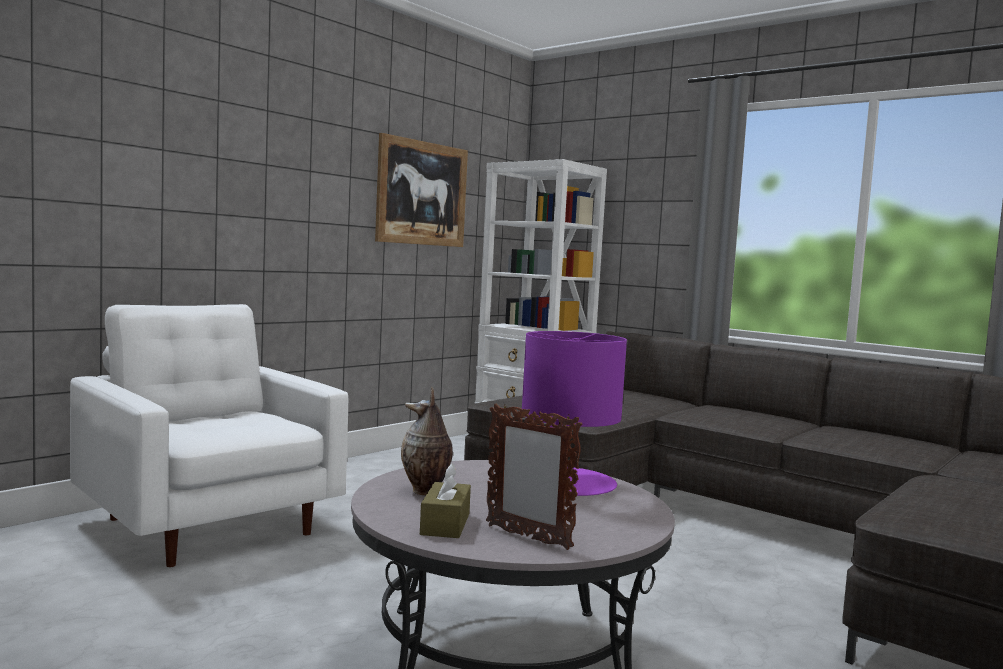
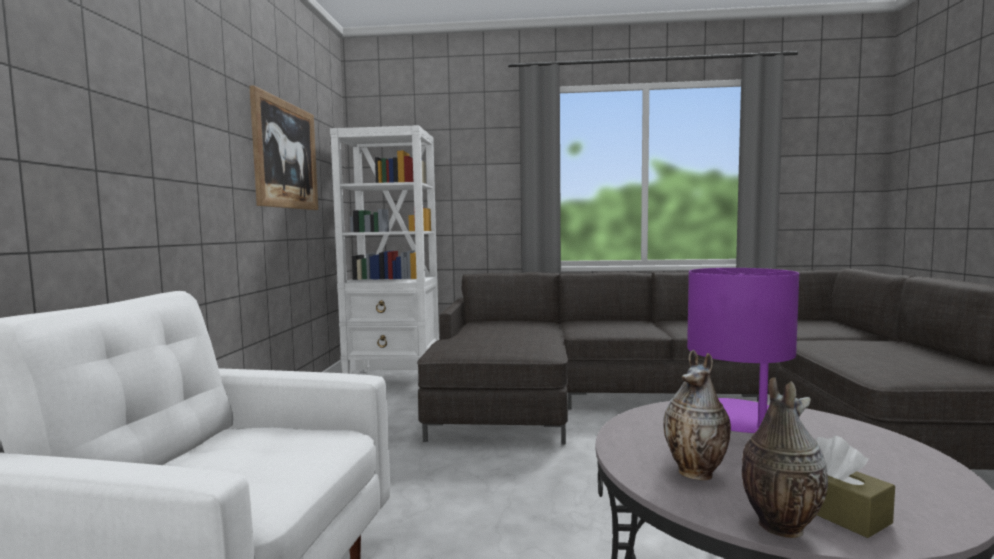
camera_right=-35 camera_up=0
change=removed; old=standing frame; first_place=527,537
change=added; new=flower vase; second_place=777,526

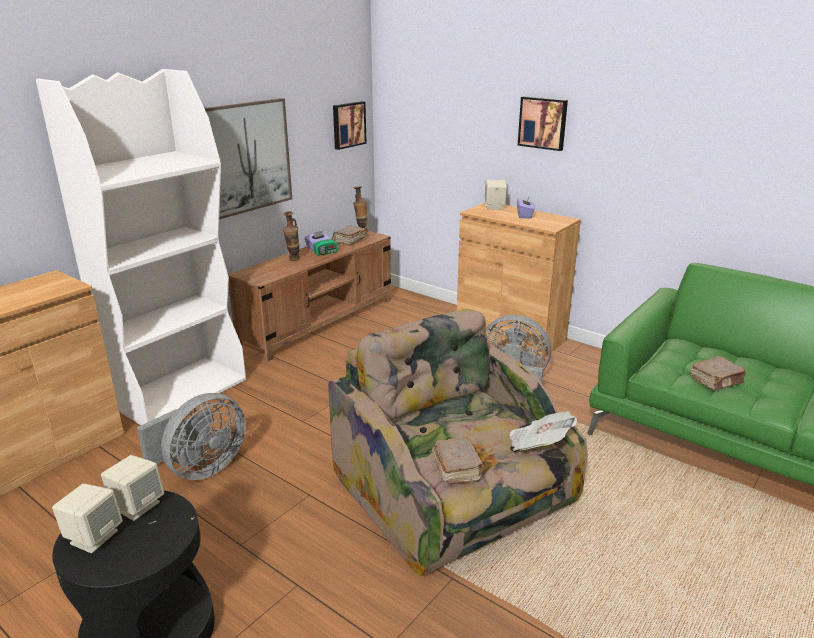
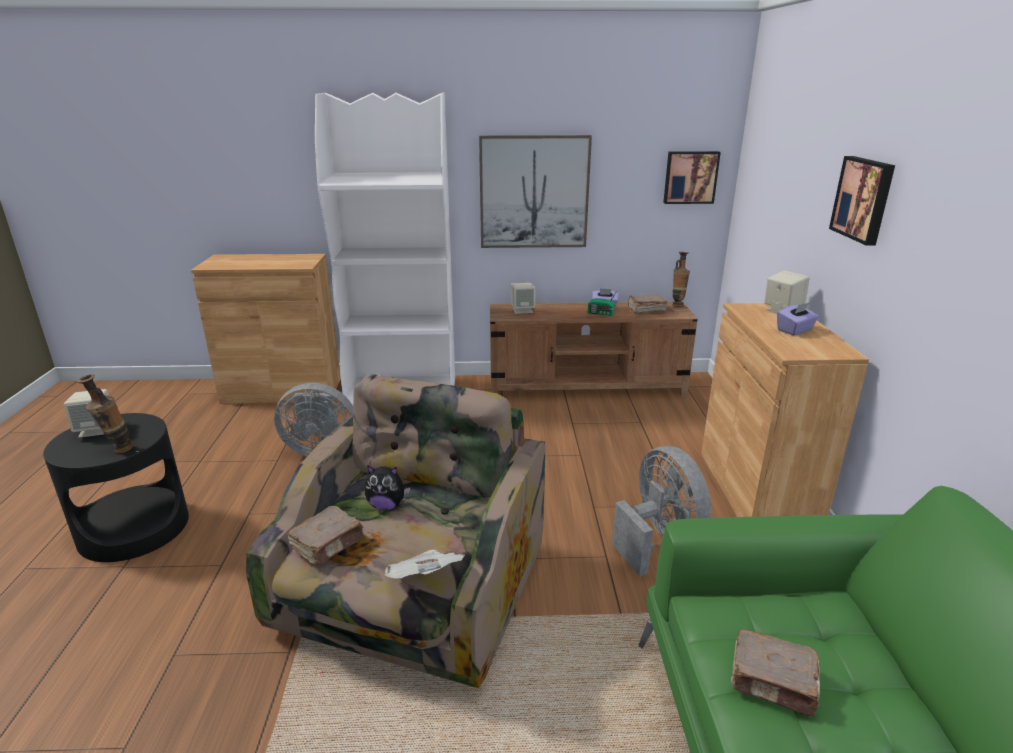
camera_right=50 camera_up=0
change=moved; old=flower vase; first_place=293,260; second_place=117,451
change=moved; old=sand-coloured audio speaker; first_place=137,506; second_place=522,310
change=added; new=cuddly toy; second_place=387,505

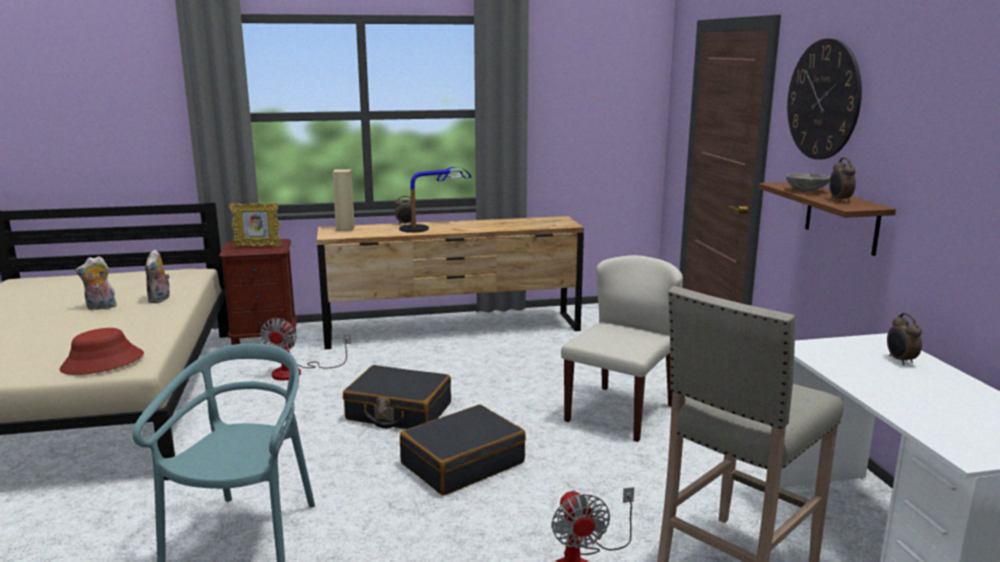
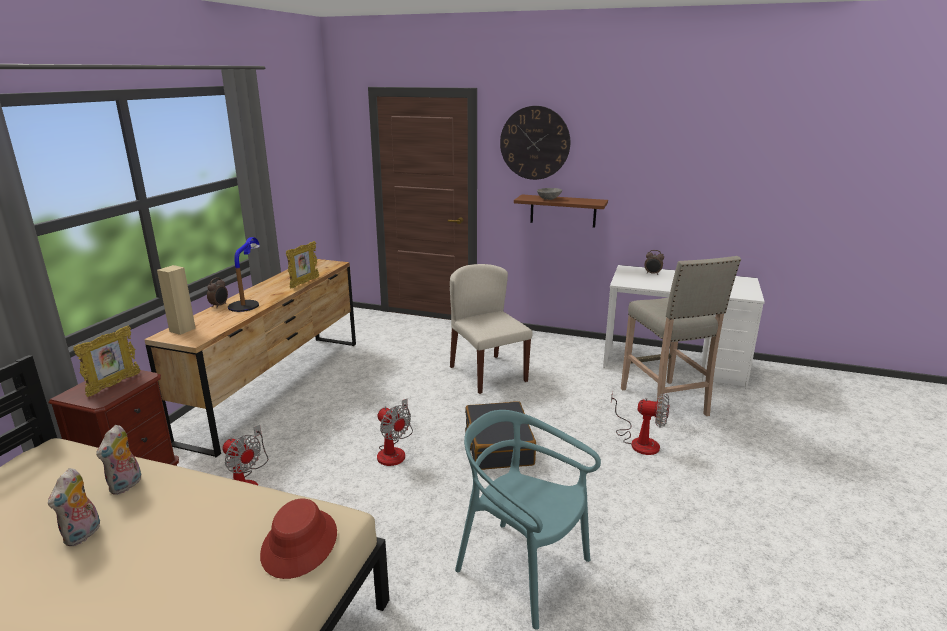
camera_right=-60 camera_up=5
change=removed; old=table clock; first_place=839,200
change=turned; old=cuddly toy; first_place=160,299; second_place=126,486; degrees=75
change=replaced; old=black-coloured suitcase; new=cooling fan; first_place=398,412; second_place=394,451
change=added; new=standing frame; second_place=304,283

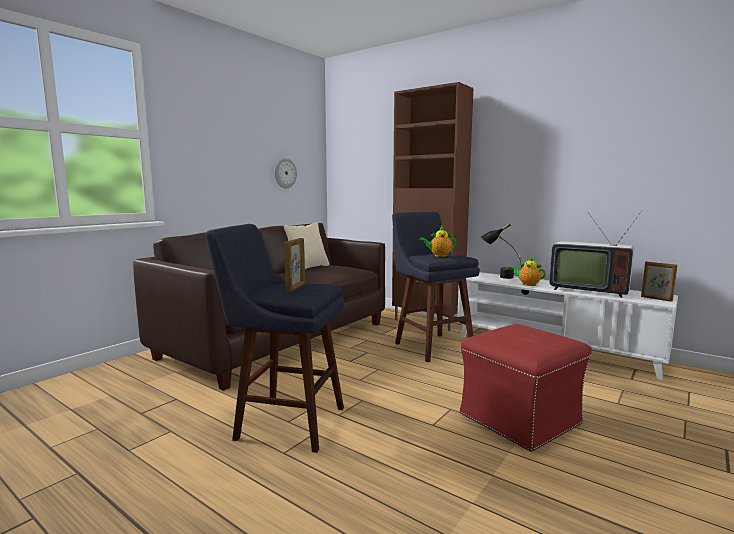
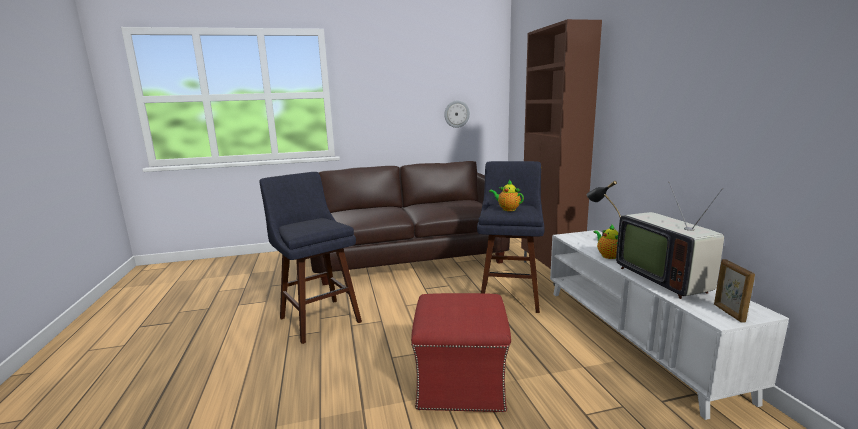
camera_right=40 camera_up=5
change=removed; old=sand-coloured throw pillow; first_place=308,268
change=removed; old=standing frame; first_place=296,288

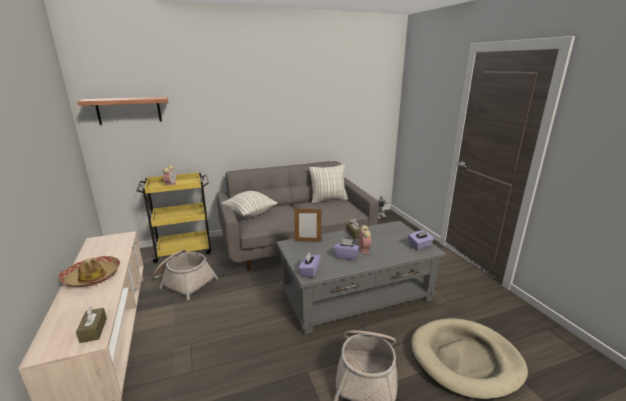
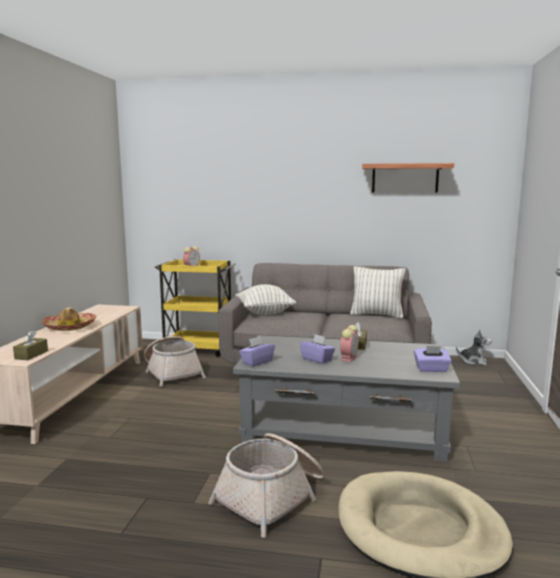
camera_right=30 camera_up=-10
change=moved; old=bracket shelf; first_place=129,110; second_place=405,178
change=removed; old=standing frame; first_place=308,241

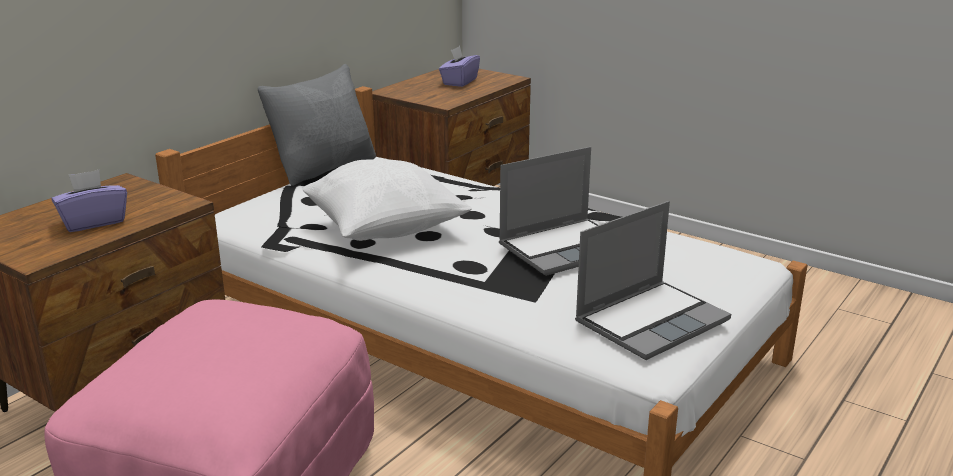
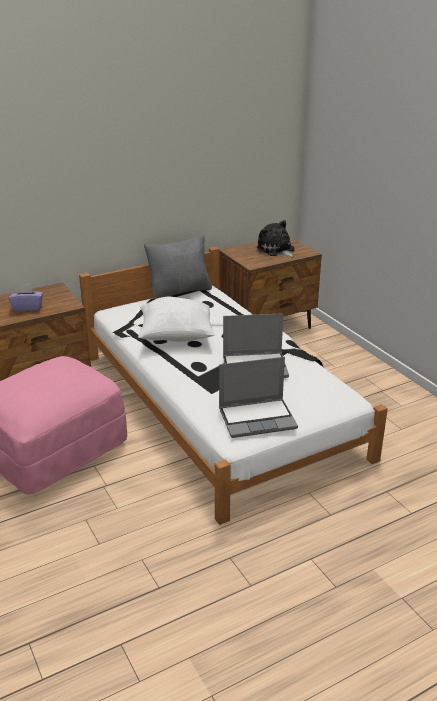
camera_right=25 camera_up=5
change=replaced; old=purplish tissue holder; new=cuddly toy; first_place=459,82; second_place=276,250

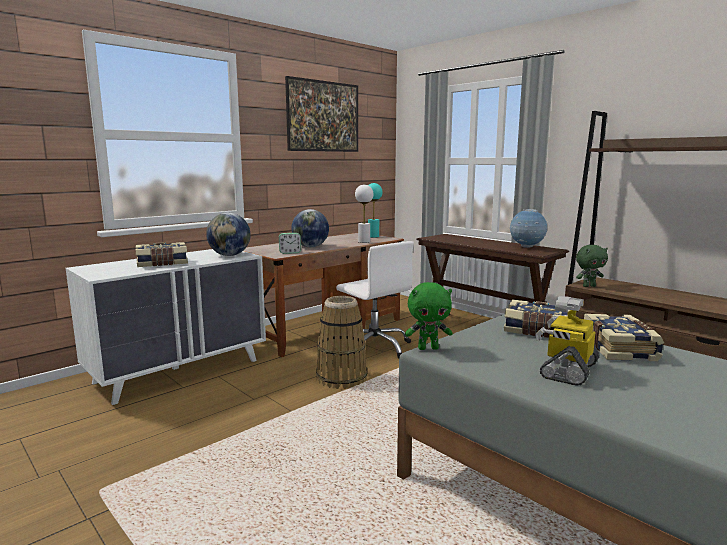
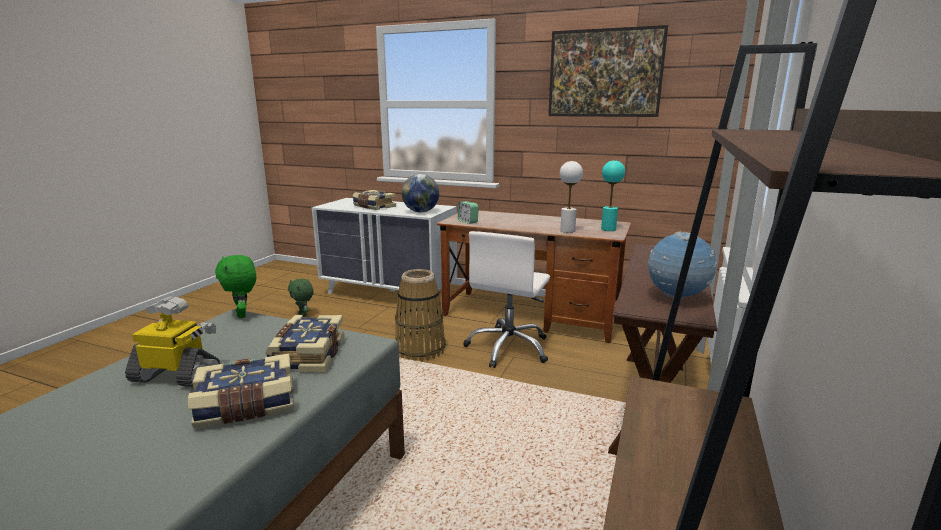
camera_right=65 camera_up=5
change=removed; old=globe; first_place=310,247
change=moved; old=green cuddly toy; first_place=589,286; second_place=303,315

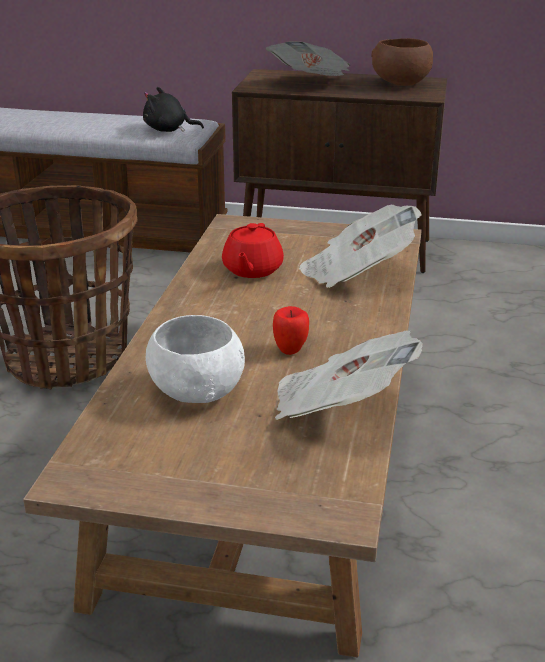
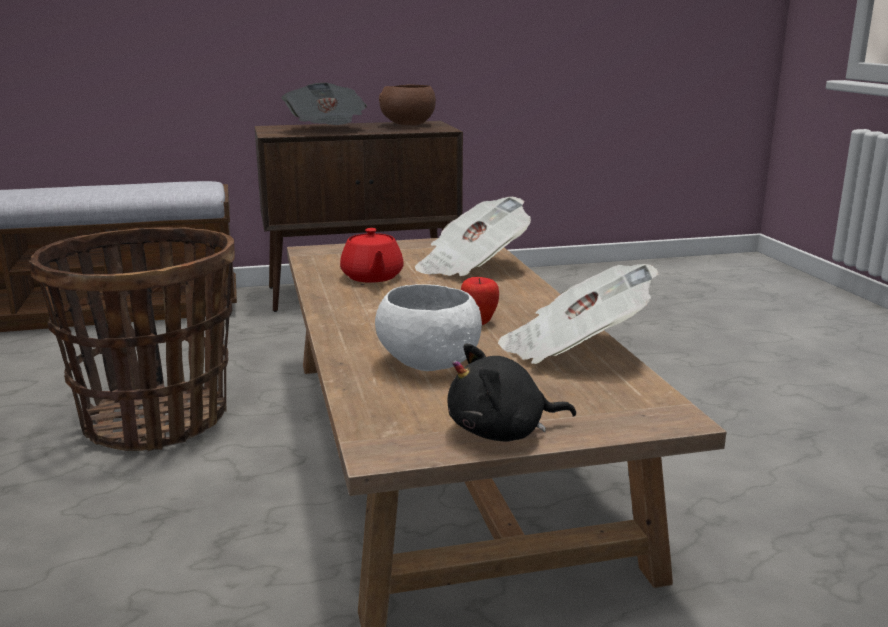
camera_right=-25 camera_up=-10
change=moved; old=black-coloured cuddly toy; first_place=168,130; second_place=502,432

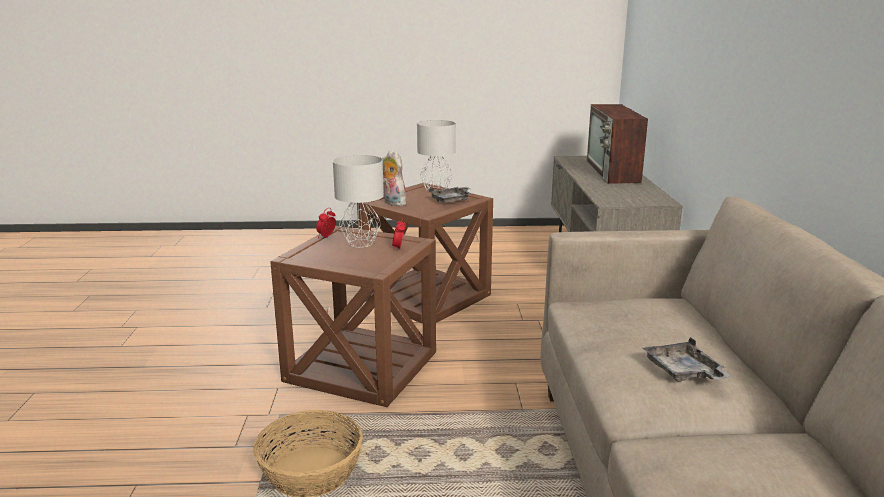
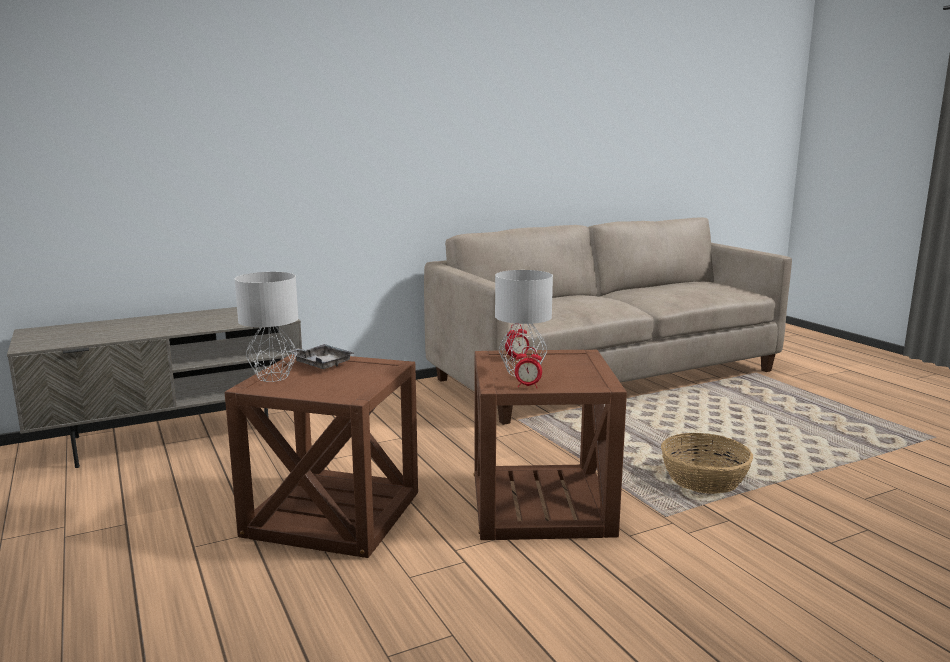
camera_right=-115 camera_up=-5
change=removed; old=TV; first_place=613,172
change=removed; old=cuddly toy; first_place=392,203
change=removed; old=gray serving tray; first_place=683,372

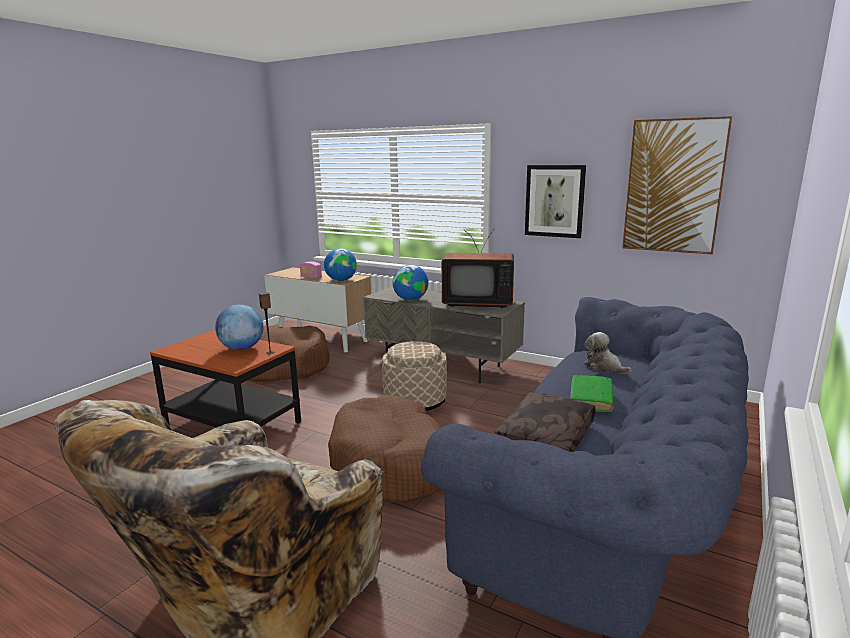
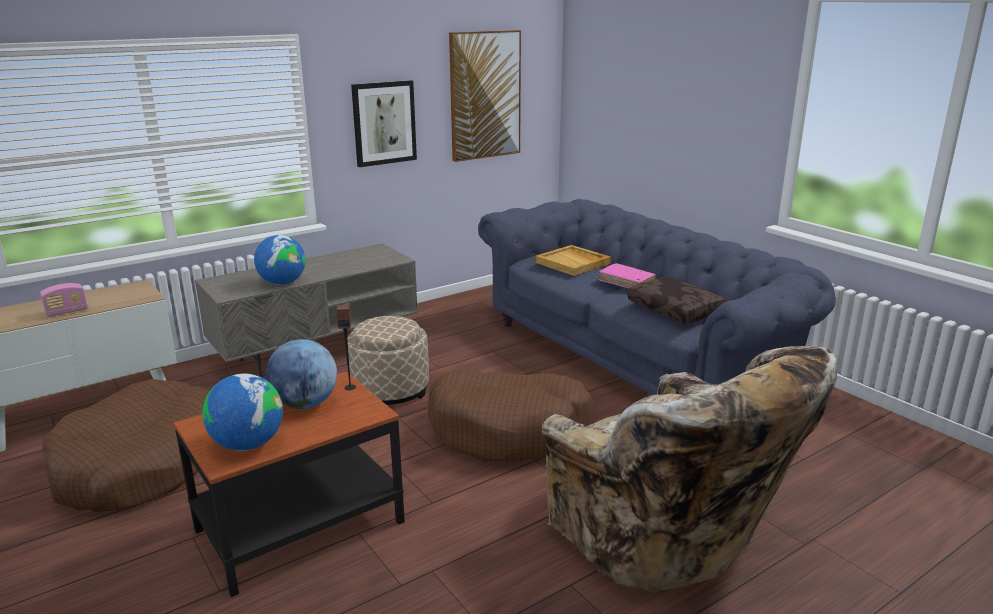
camera_right=-65 camera_up=5
change=removed; old=TV; first_place=477,303
change=moved; old=globe; first_place=341,280; second_place=248,444
change=replaced; old=cuddly toy; new=sand-coloured serving tray; first_place=604,367; second_place=573,263
change=recoloured; old=green volume; new=pinkish volume; first_place=591,399; second_place=626,282

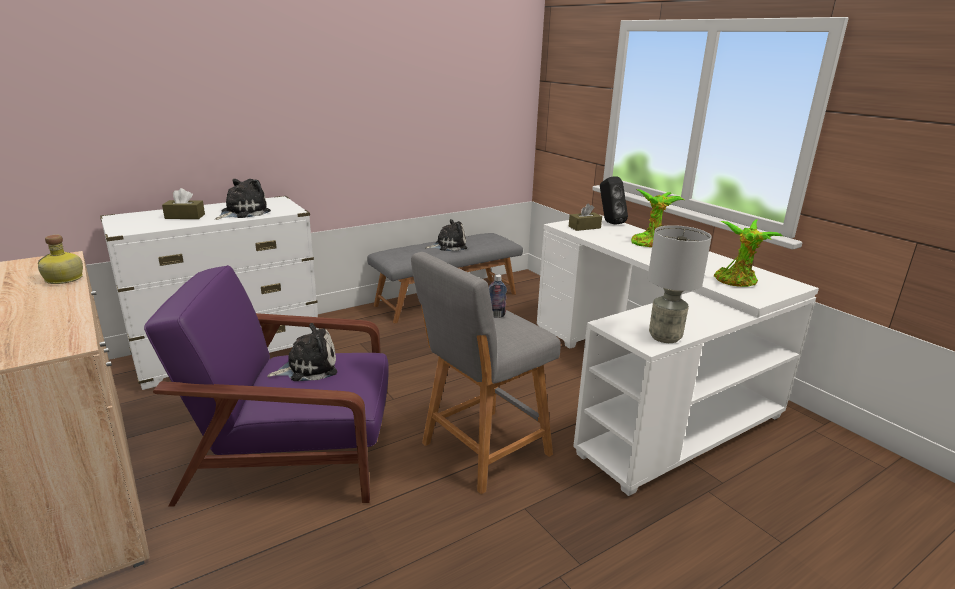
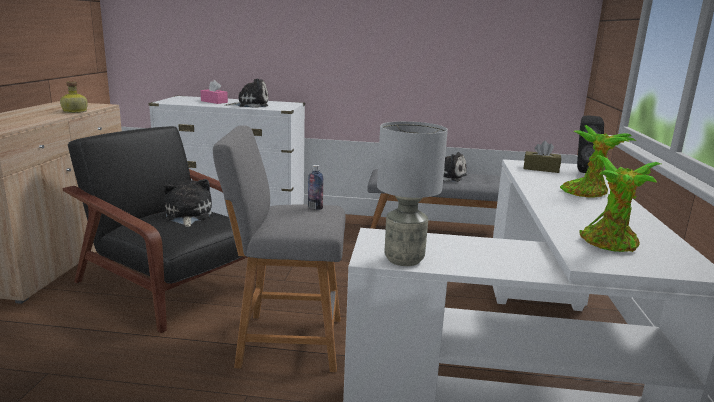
camera_right=40 camera_up=-5
change=recoloured; old=brownish tissue holder; new=pinkish tissue holder; first_place=185,216; second_place=214,102
change=recoloured; old=purplish lounge chair; new=black-coloured lounge chair; first_place=294,453; second_place=172,285
change=turned; old=cuddly toy; first_place=308,368; second_place=187,216; degrees=-120

